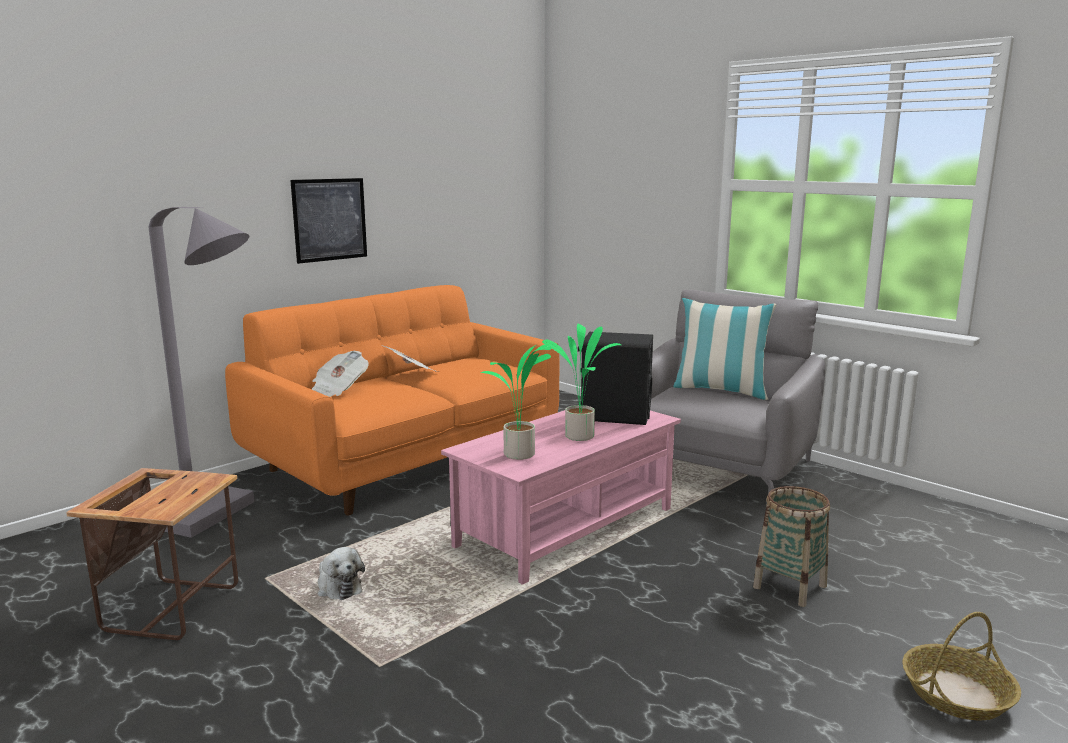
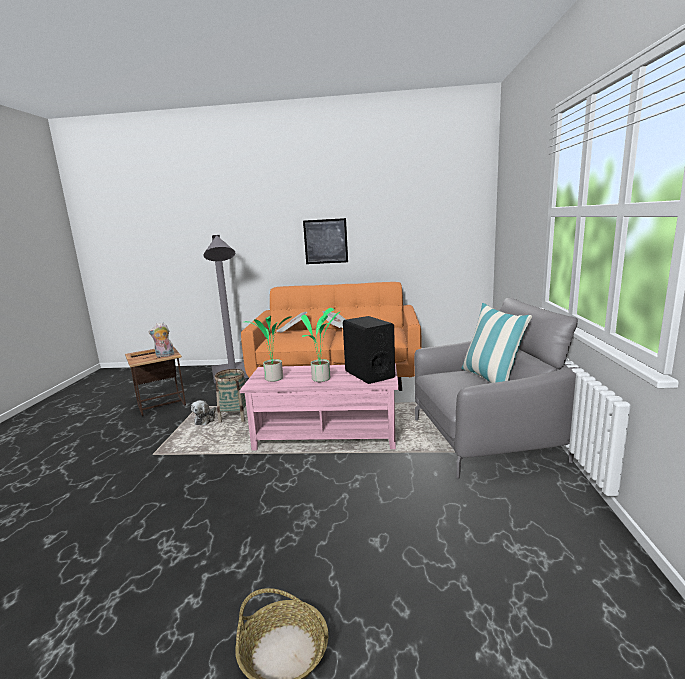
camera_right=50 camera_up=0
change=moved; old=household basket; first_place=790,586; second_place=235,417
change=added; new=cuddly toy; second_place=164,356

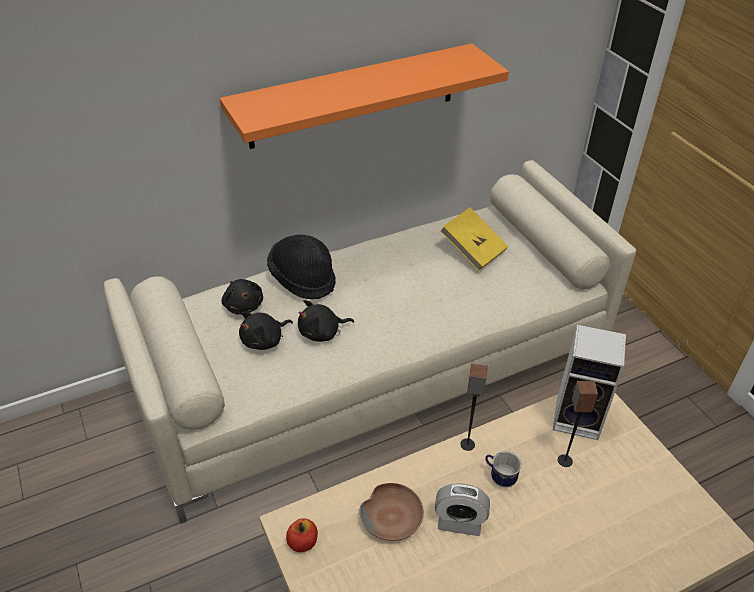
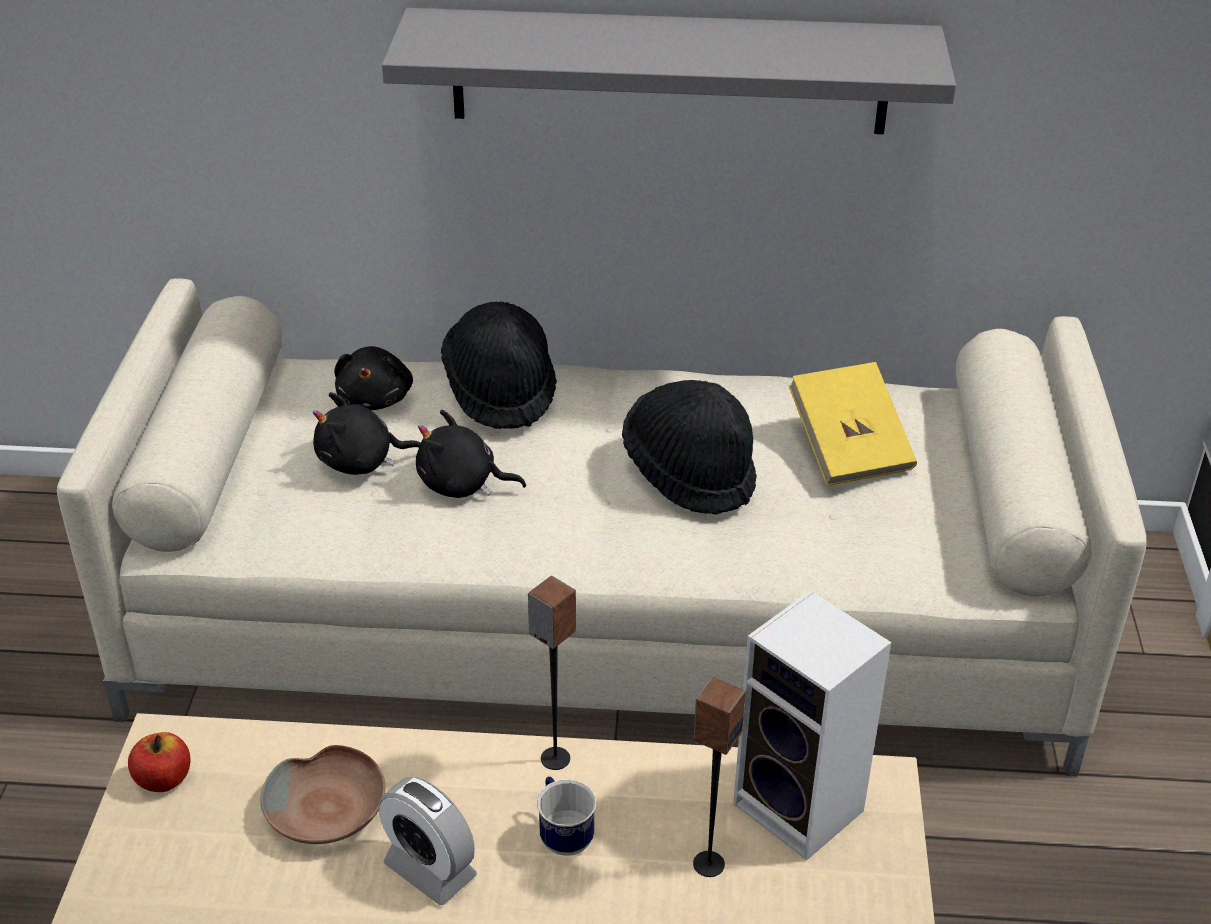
camera_right=30 camera_up=-5
change=recoloured; old=orange bracket shelf; new=gray bracket shelf; first_place=353,96; second_place=669,71
change=added; new=black-coloured wearable hat; second_place=690,473

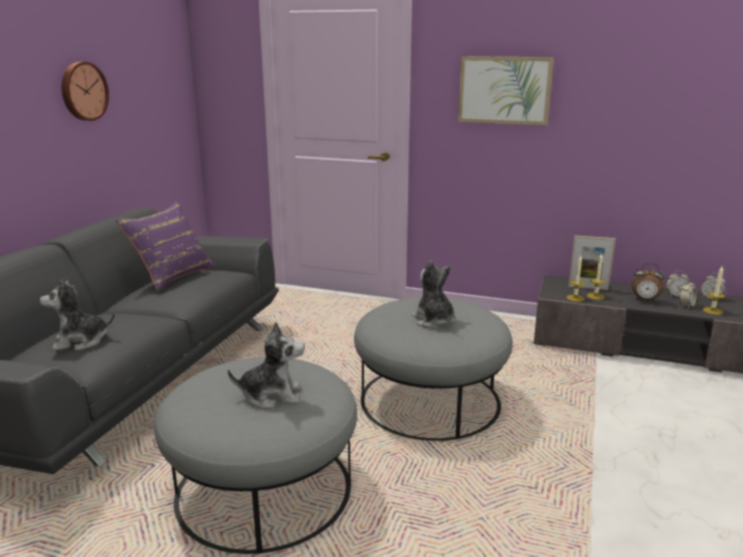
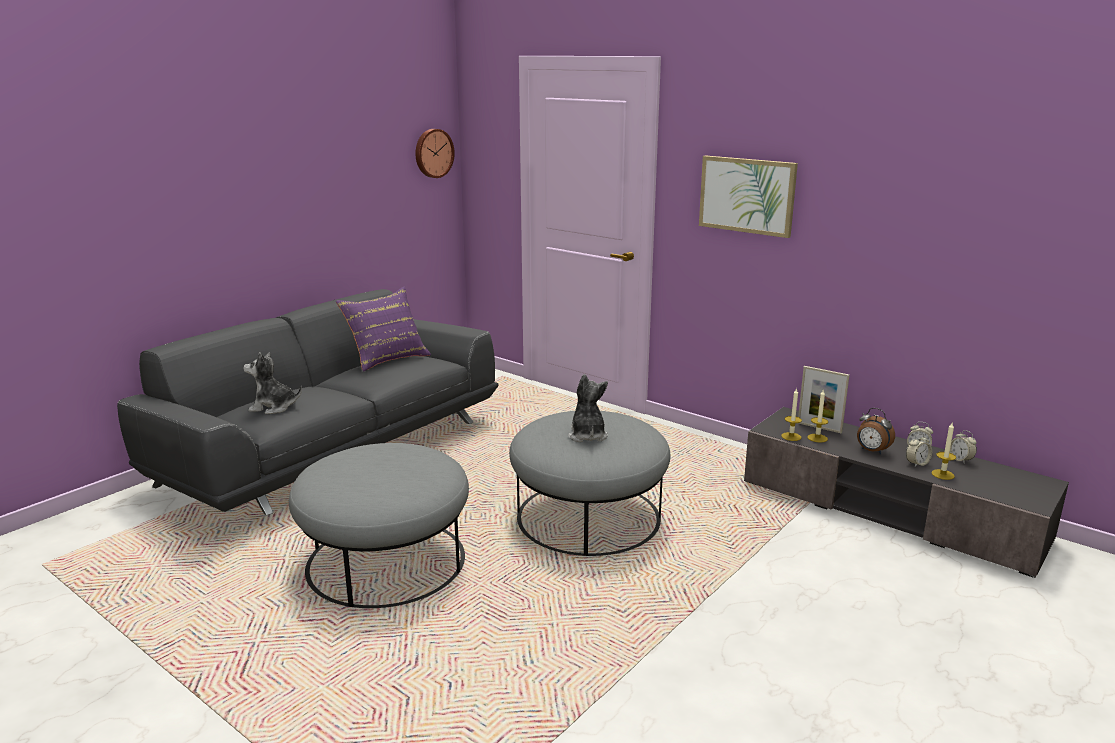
camera_right=20 camera_up=0
change=moved; old=hanging clock; first_place=83,91; second_place=433,153
change=removed; old=cuddly toy; first_place=271,396

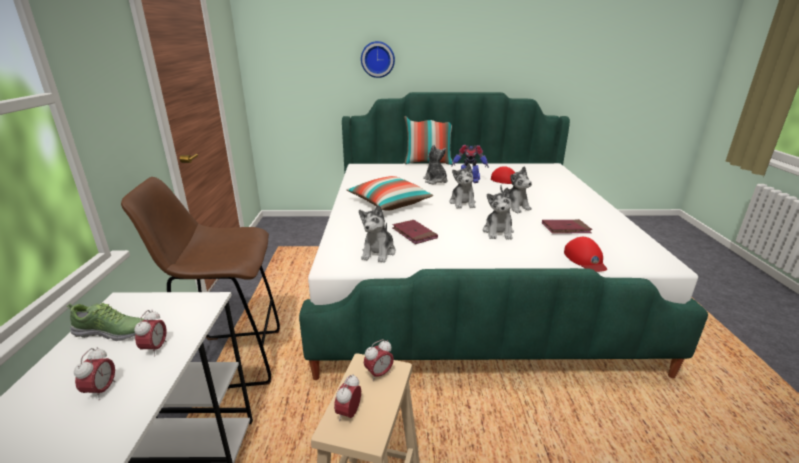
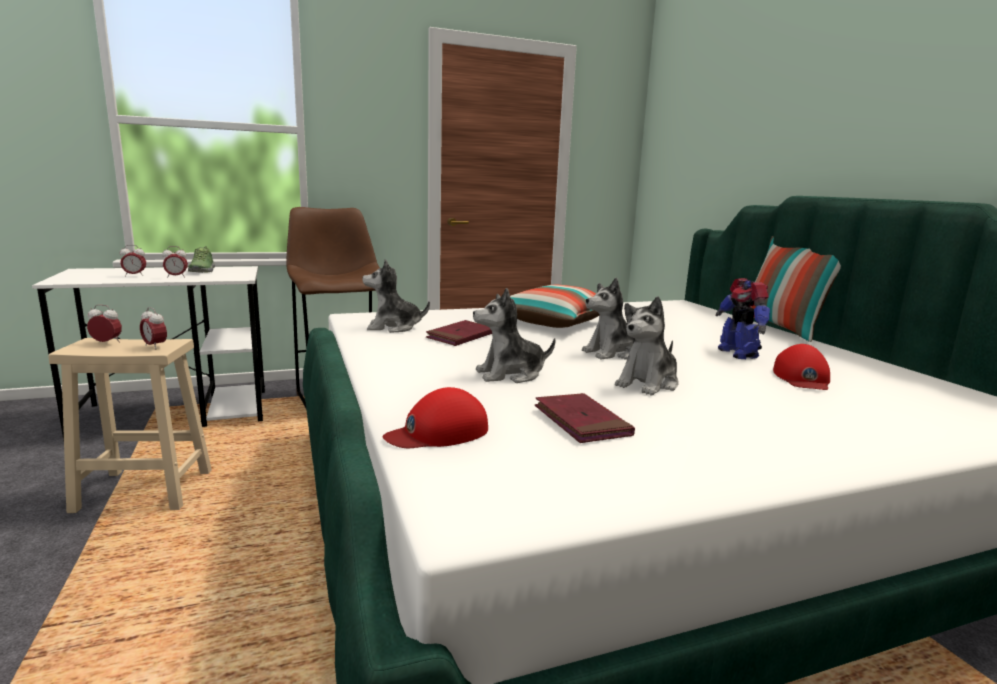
camera_right=70 camera_up=-10
change=removed; old=hanging clock; first_place=377,59
change=removed; old=cuddly toy; first_place=435,181

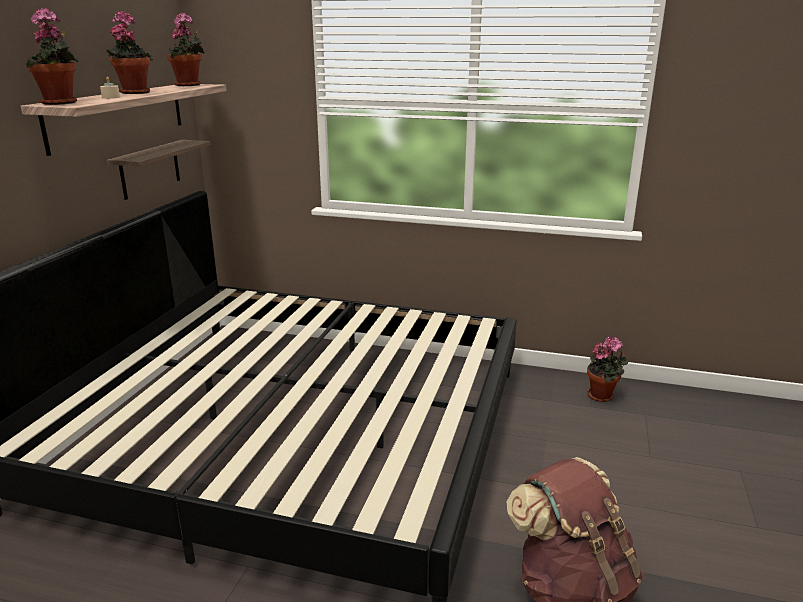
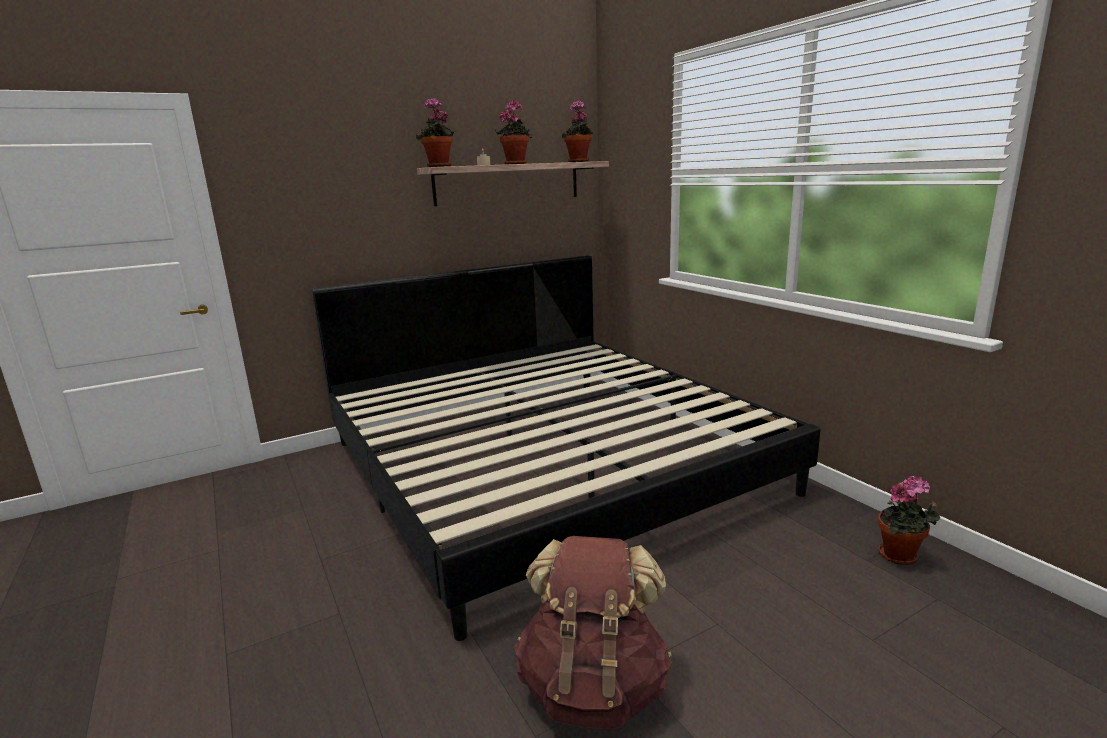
camera_right=45 camera_up=-5
change=removed; old=bracket shelf; first_place=150,169

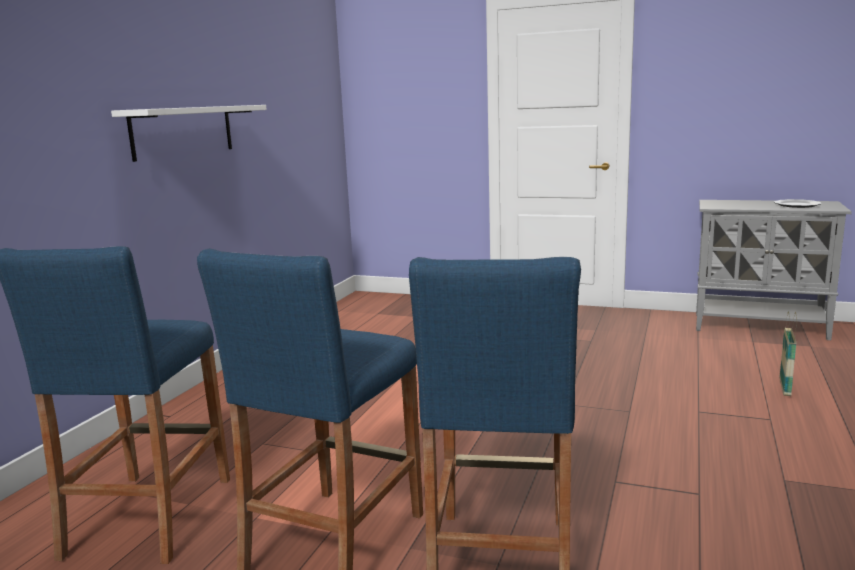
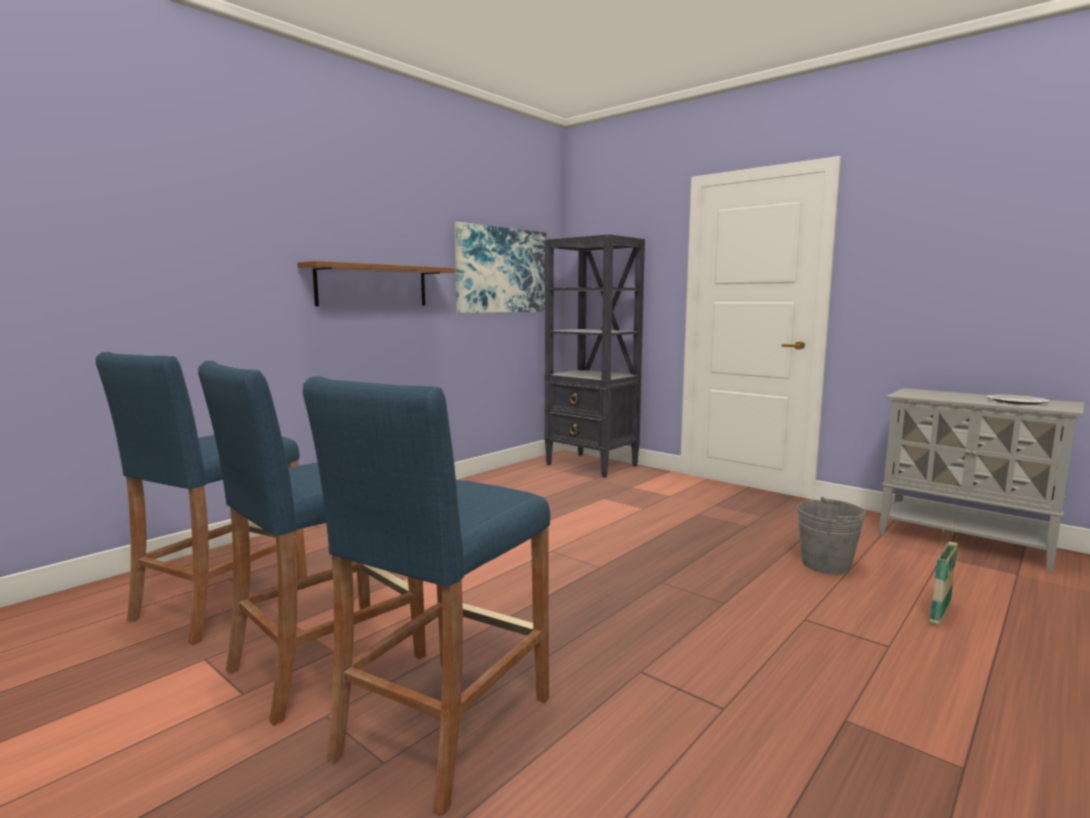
camera_right=20 camera_up=-5
change=recoloured; old=white bracket shelf; new=brownish bracket shelf; first_place=183,131; second_place=372,286
change=added; new=wall art; second_place=501,270
change=added; new=black-coloured shelving unit; second_place=592,465
change=added; new=gray water bucket; second_place=826,564

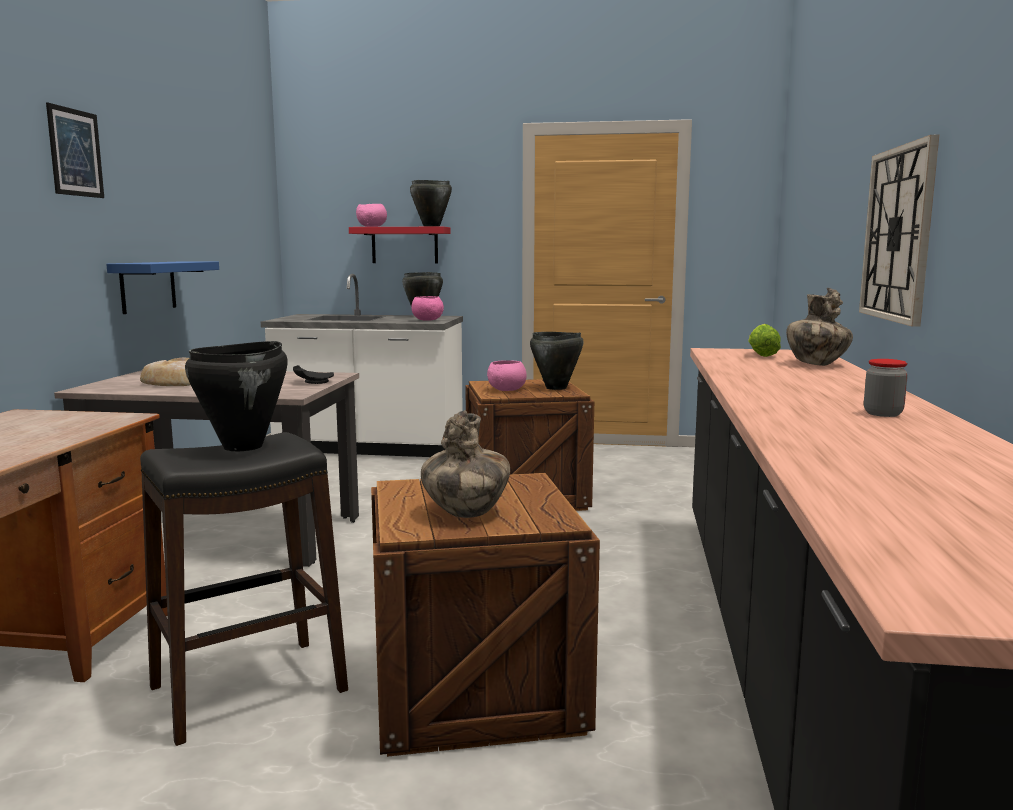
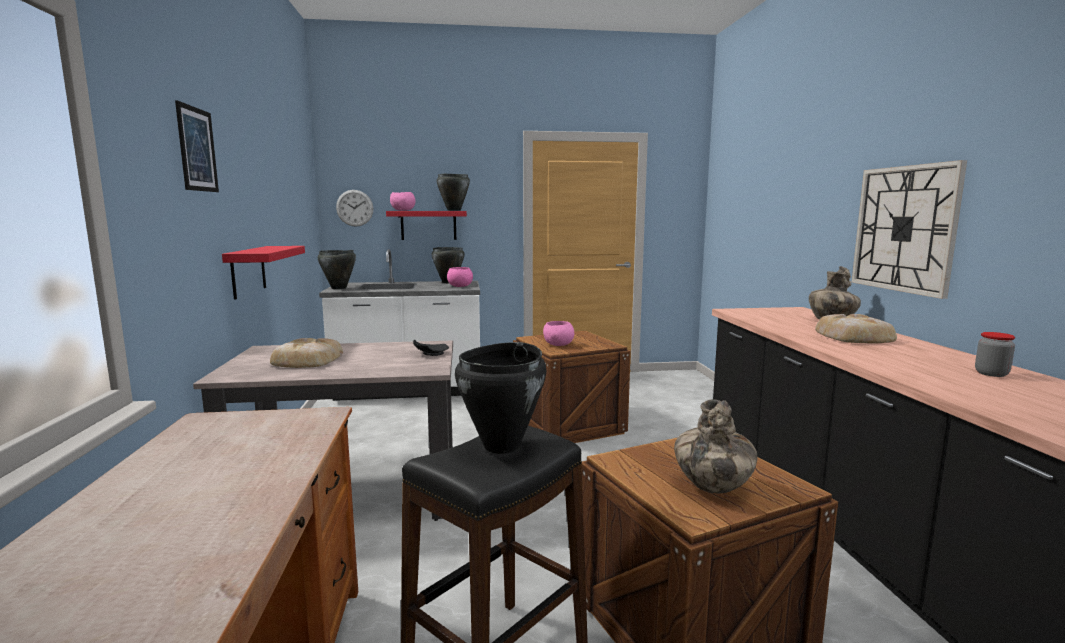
camera_right=-15 camera_up=0
change=recoloured; old=blue-coloured bracket shelf; new=reddish bracket shelf; first_place=148,286; second_place=248,271
change=removed; old=lettuce; first_place=761,355
change=moved; old=black-coloured stockpot; first_place=556,388; second_place=339,288
change=added; new=hanging clock; second_place=354,208
change=added; new=baked bread; second_place=853,337

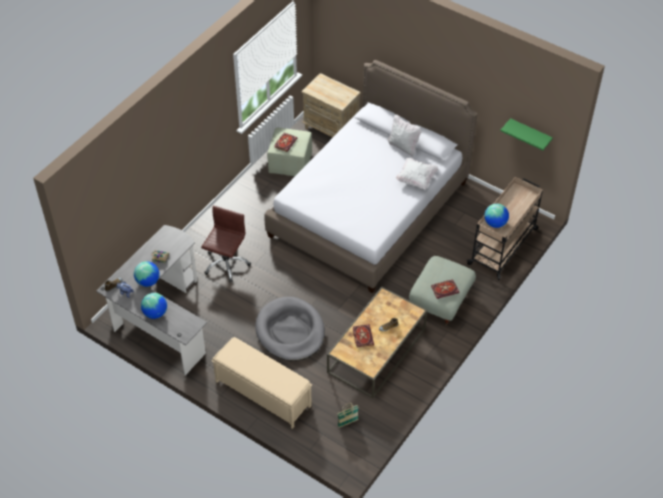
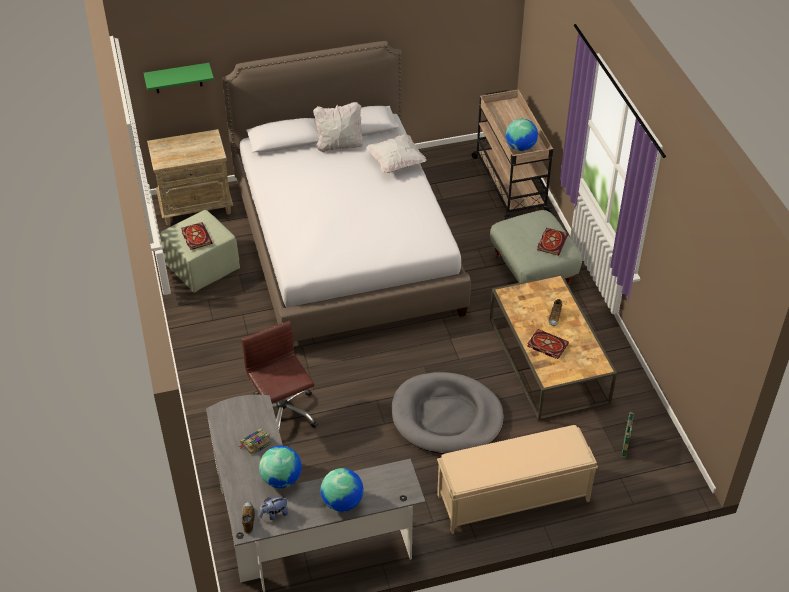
camera_right=-50 camera_up=-5
change=moved; old=green bracket shelf; first_place=530,134; second_place=178,78

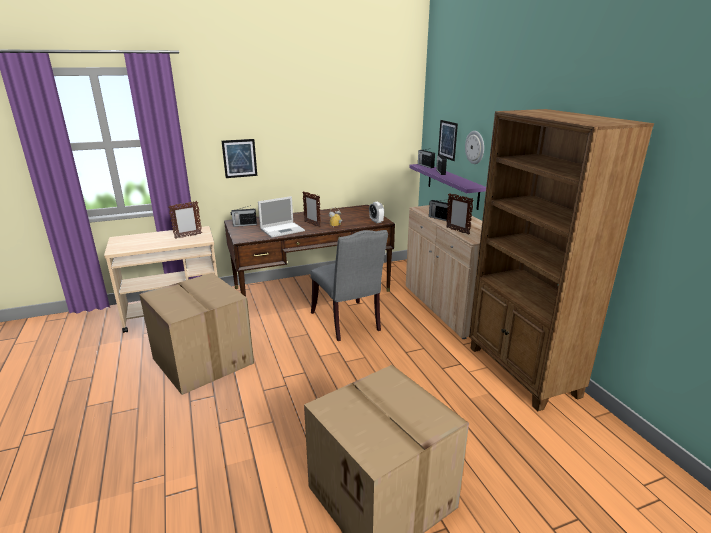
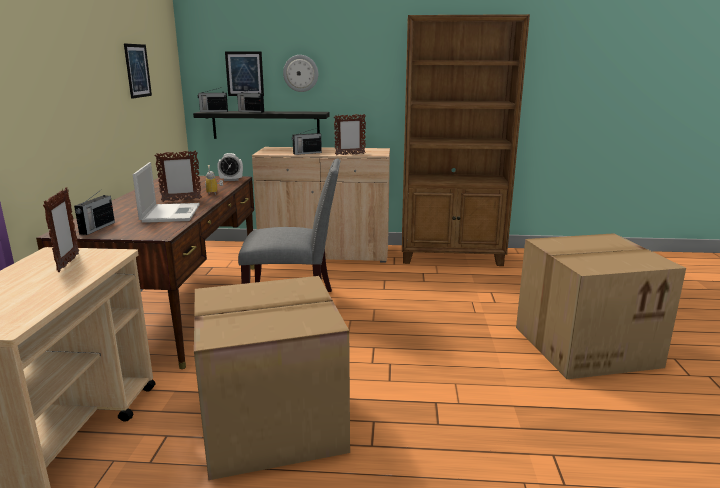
camera_right=-65 camera_up=-5
change=moved; old=wall art; first_place=239,158; second_place=137,70
change=recoloured; old=purplish bracket shelf; new=black-coloured bracket shelf; first_place=452,185; second_place=265,125

